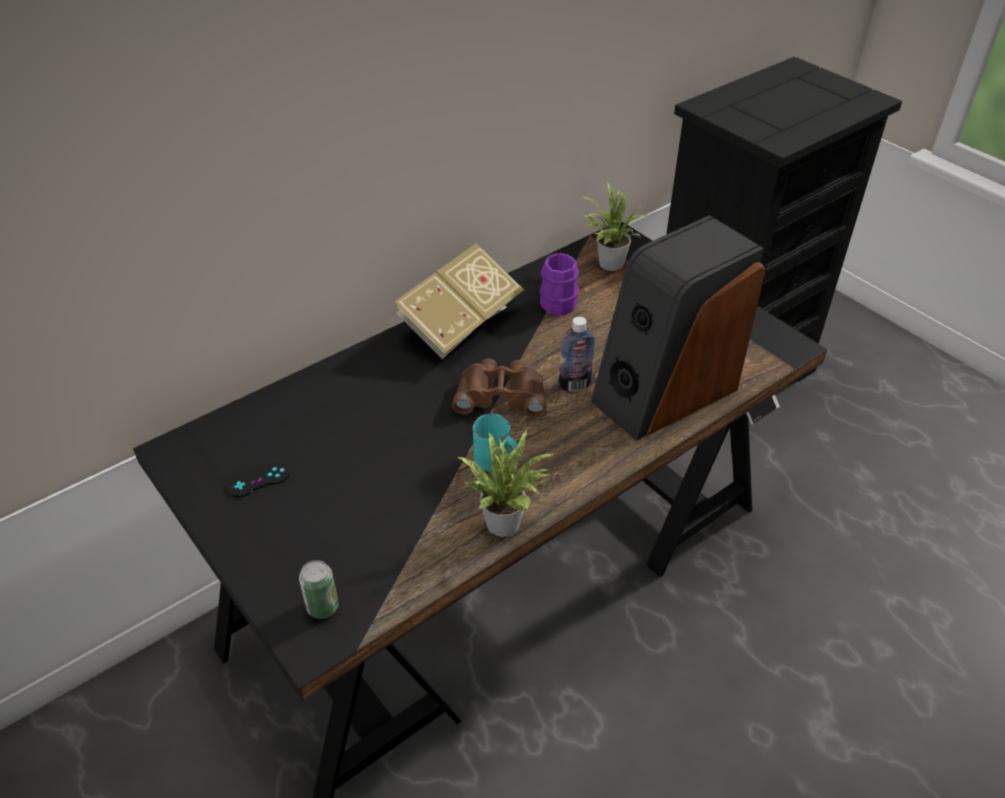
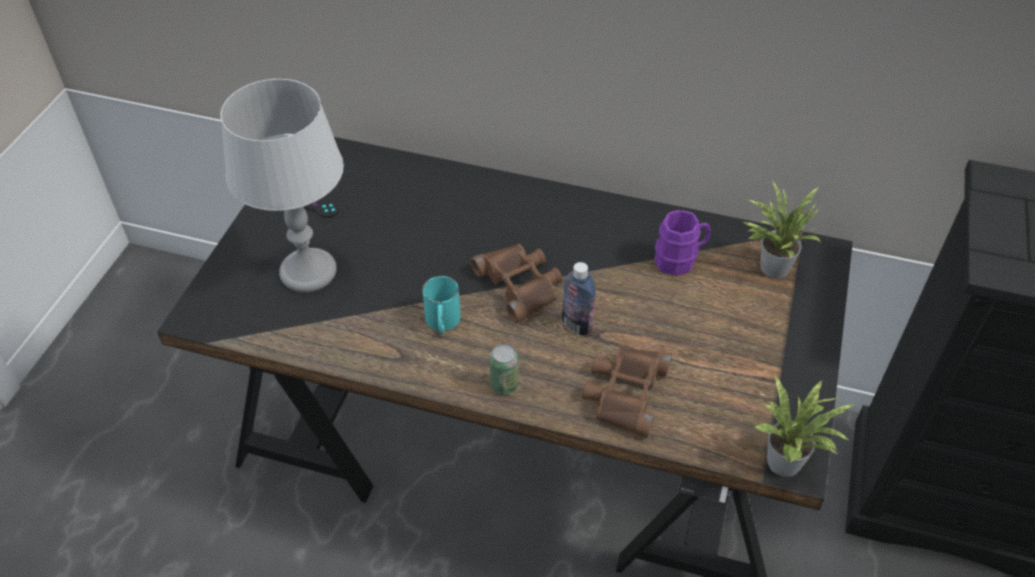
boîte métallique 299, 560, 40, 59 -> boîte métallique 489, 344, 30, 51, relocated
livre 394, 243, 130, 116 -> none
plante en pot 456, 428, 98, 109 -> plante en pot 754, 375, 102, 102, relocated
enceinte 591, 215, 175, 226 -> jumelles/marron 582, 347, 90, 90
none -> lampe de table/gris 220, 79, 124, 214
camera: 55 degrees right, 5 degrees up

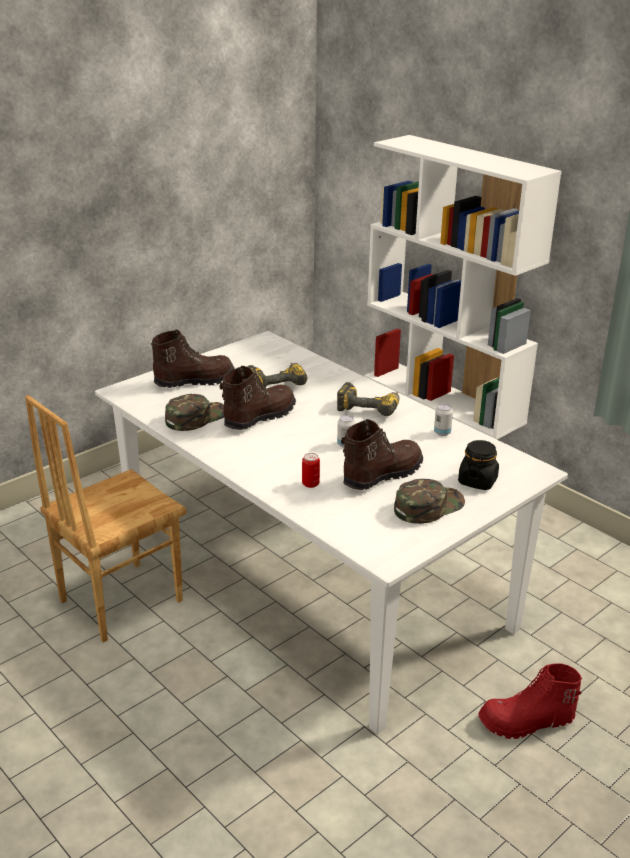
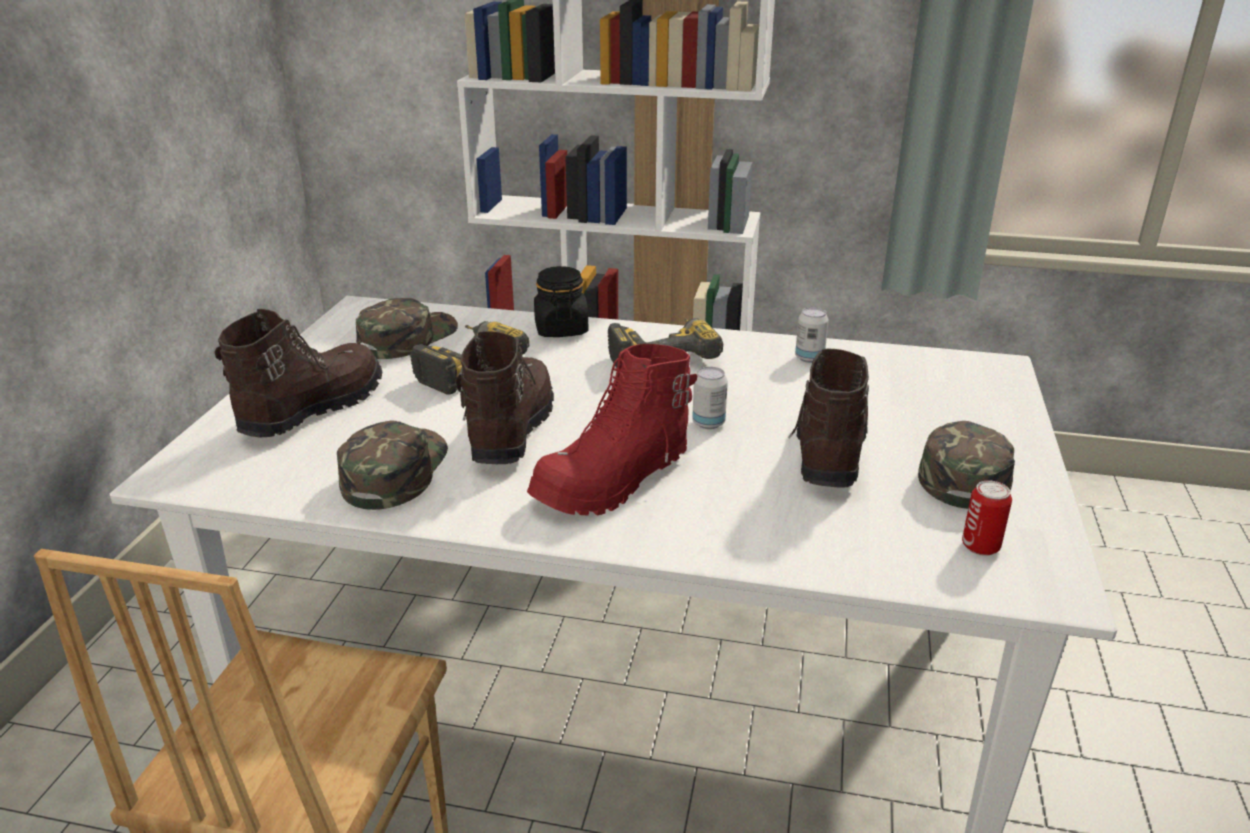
boîte métallique 302, 453, 18, 35 -> boîte métallique 962, 480, 50, 76, relocated
bocal/noir 458, 440, 41, 50 -> bocal/noir 534, 266, 55, 71, relocated
botte/rouge 479, 664, 103, 75 -> botte/rouge 527, 344, 171, 172, relocated
none -> casquette/vert 356, 298, 102, 61
camera: 35 degrees left, 0 degrees up

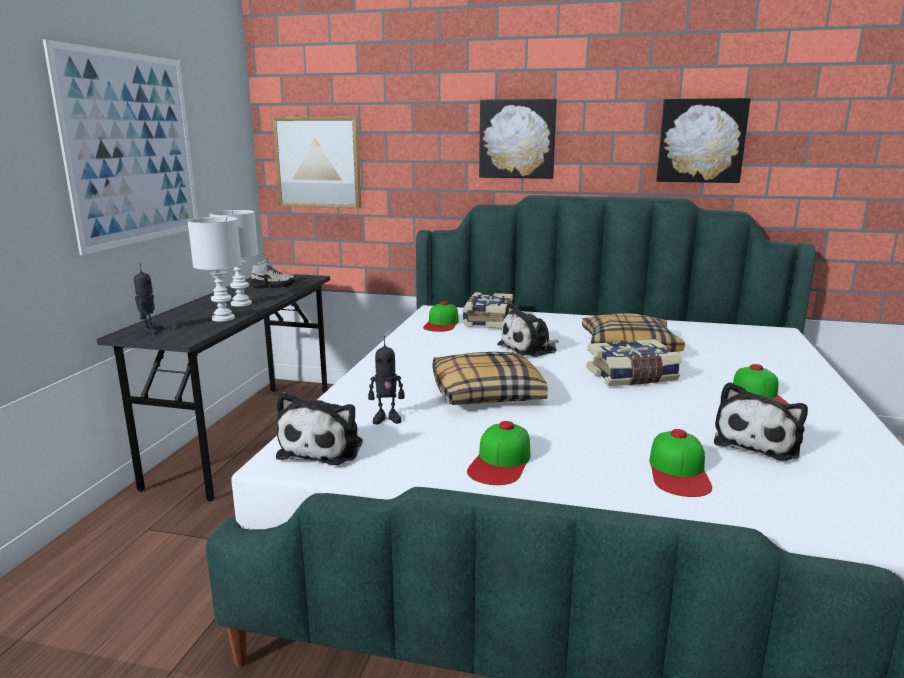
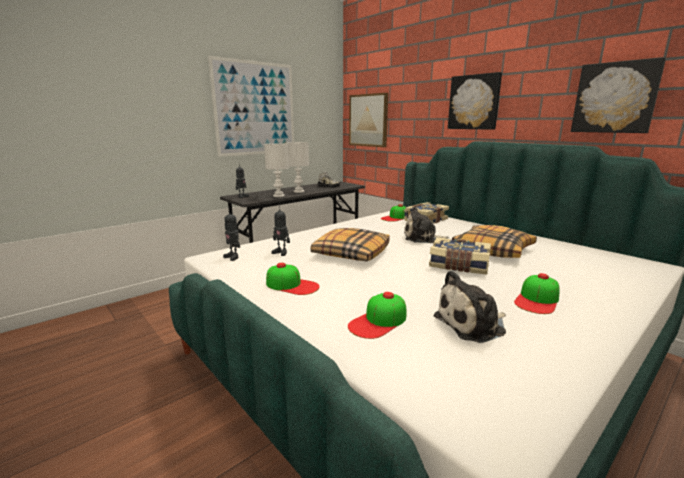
peluche 276, 392, 87, 73 -> robot jouet 223, 207, 17, 54
casquette 467, 421, 63, 64 -> casquette 266, 263, 54, 32, 120 degrees counterclockwise
camera: 35 degrees right, 0 degrees up

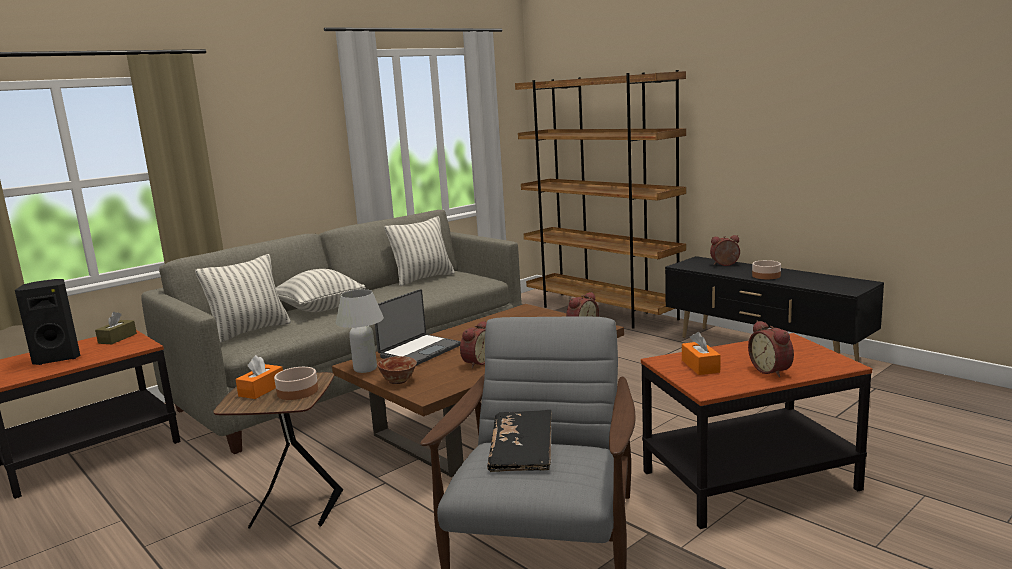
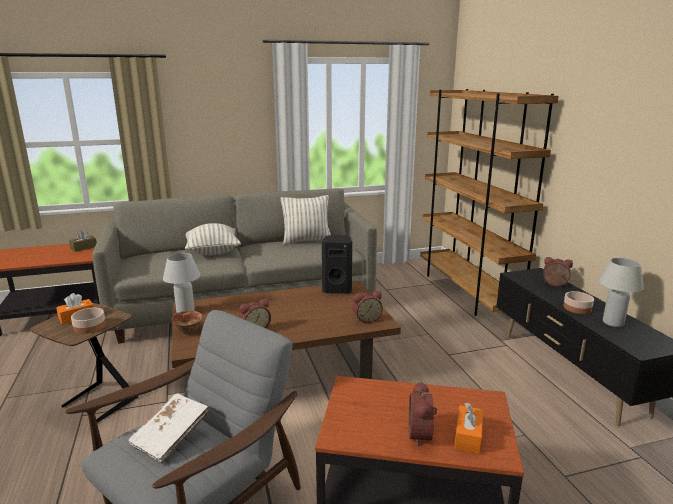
enceinte/noir 15, 279, 66, 86 -> enceinte/noir 322, 235, 30, 59, relocated
coussin 195, 254, 96, 89 -> none
ordinateur portable 375, 289, 86, 77 -> none
livre/noir 487, 410, 65, 62 -> livre/blanc 128, 393, 81, 70
boîte à mouchoirs/orange 682, 332, 39, 43 -> boîte à mouchoirs/orange 455, 403, 28, 51, relocated
none -> lampe de table/blanc 599, 258, 45, 69
camera: 25 degrees right, 5 degrees up

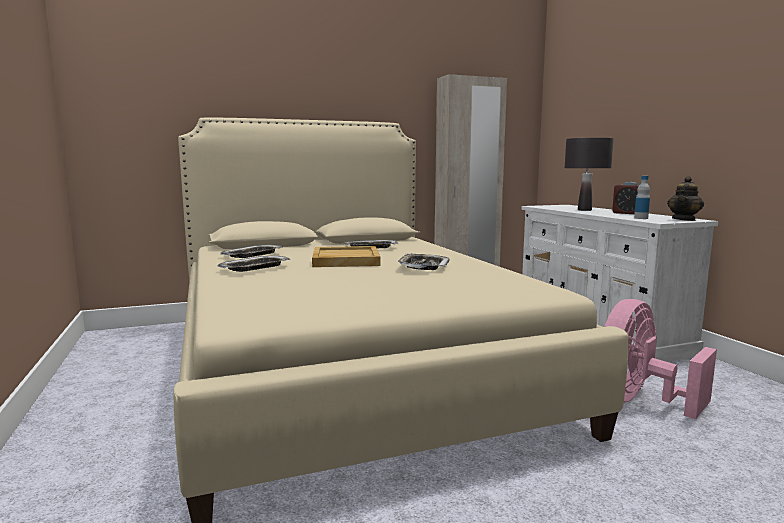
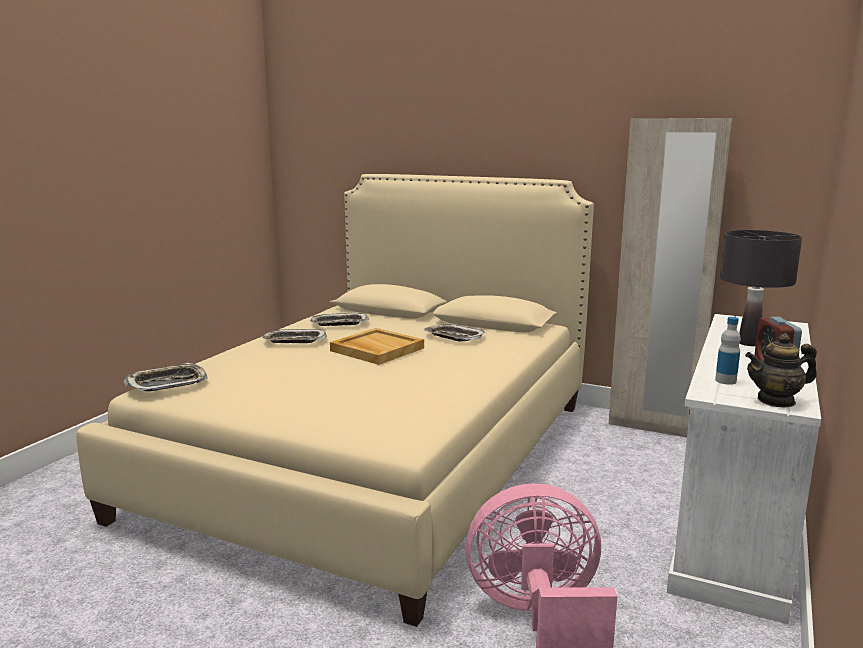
plateau 398, 254, 52, 16 -> plateau 123, 363, 85, 28, relocated
camera: 45 degrees right, 5 degrees up

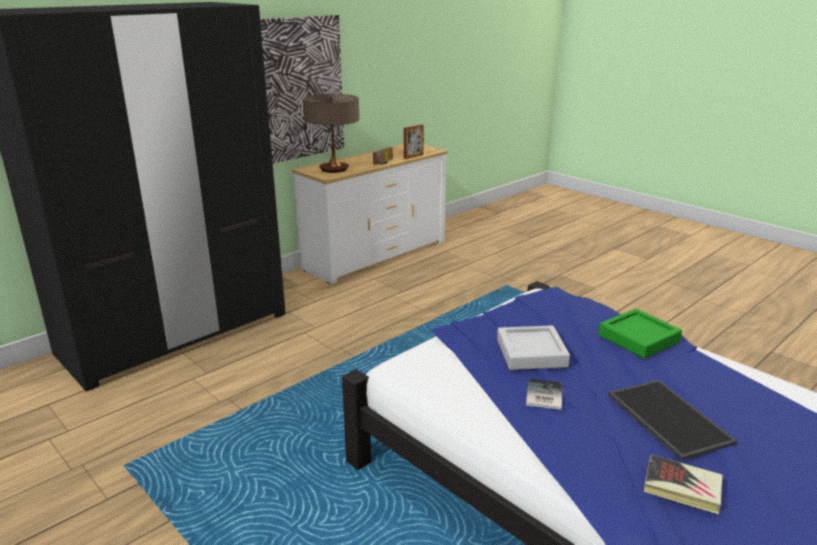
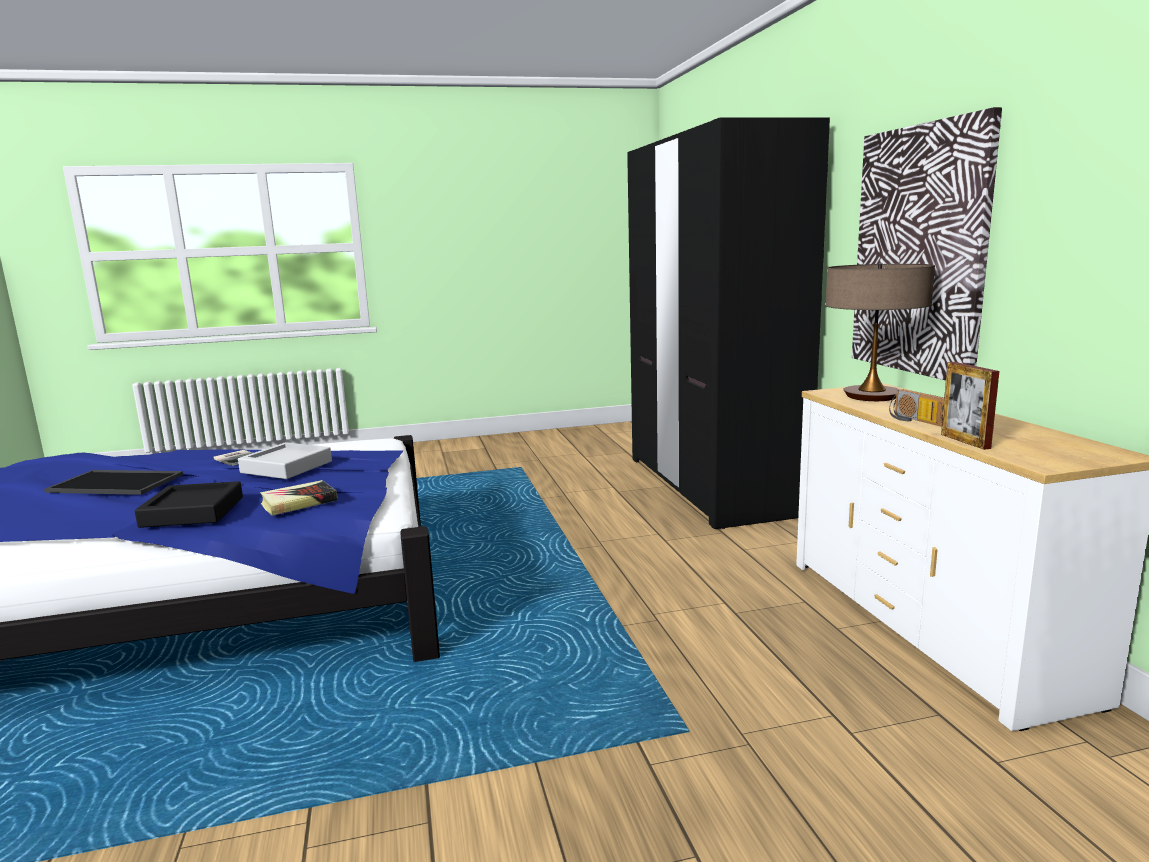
plateau/vert 598, 309, 84, 50 -> plateau/noir 135, 481, 108, 47
livre 644, 454, 79, 60 -> livre 260, 480, 78, 36, relocated
camera: 120 degrees right, 10 degrees down

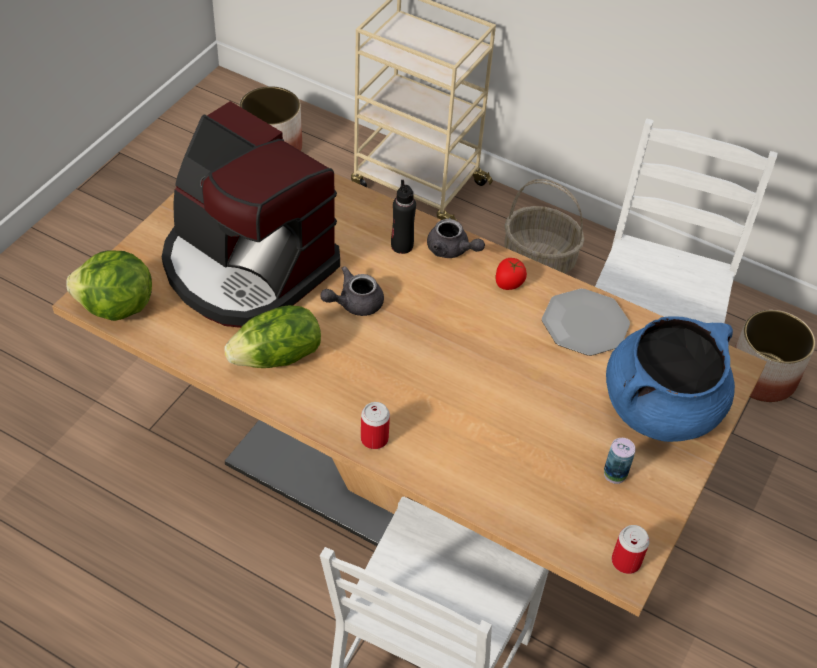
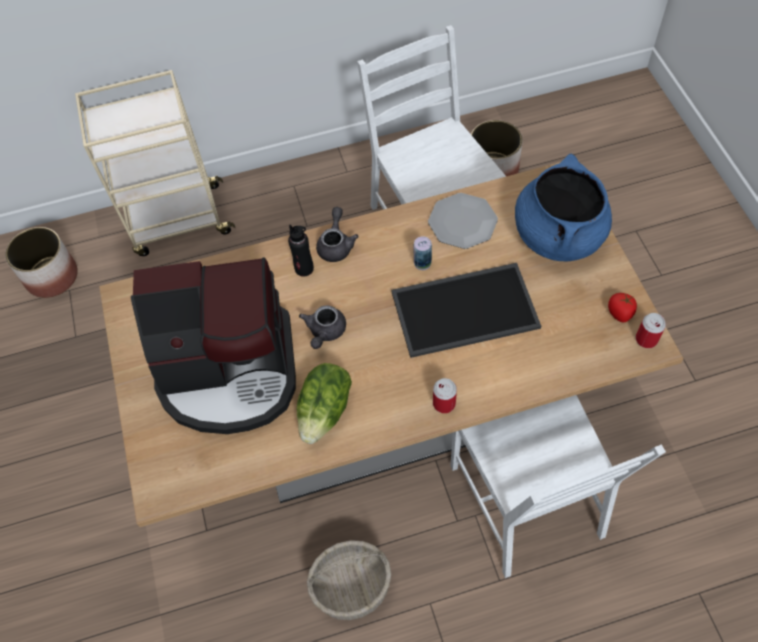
laitue 66, 251, 86, 70 -> none
théière/gris 427, 219, 58, 39 -> théière/gris 316, 207, 43, 55, 75 degrees counterclockwise
tomate 496, 258, 31, 32 -> tomate 608, 293, 29, 30, relocated
panier 504, 179, 81, 94 -> panier 307, 540, 84, 80, relocated
boîte métallique 604, 438, 32, 46 -> boîte métallique 414, 236, 18, 34, relocated
none -> plateau 391, 263, 150, 95
camera: 40 degrees left, 10 degrees up

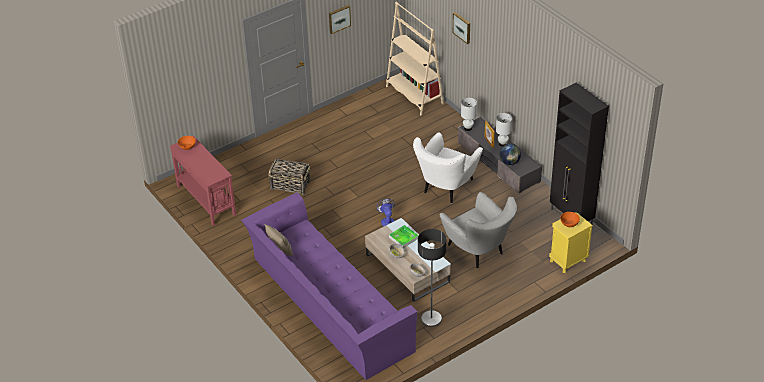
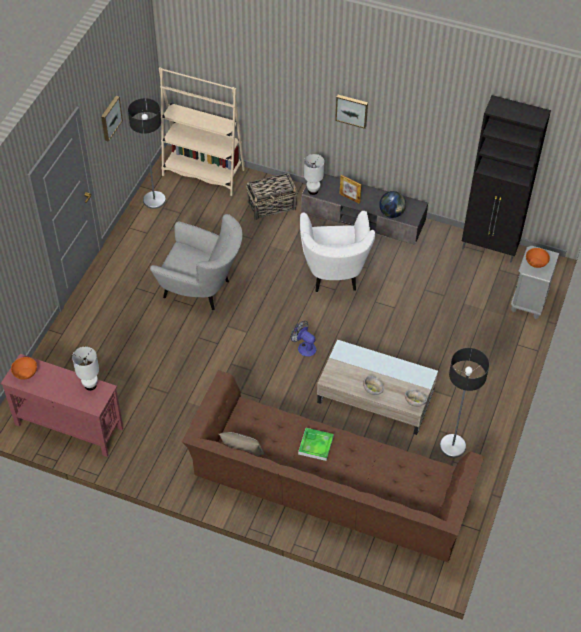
canapé/violet 241, 192, 176, 188 -> canapé/marron 182, 370, 302, 192
panier 268, 159, 42, 36 -> panier 246, 173, 52, 47, relocated
plateau 389, 225, 30, 23 -> plateau 298, 428, 36, 33, relocated
fauteuil/gris 439, 192, 78, 76 -> fauteuil/gris 150, 214, 92, 96, relocated
tableau 453, 12, 17, 32 -> tableau 335, 95, 33, 34, relocated
lampe de table/blanc 496, 113, 16, 34 -> lampe de table/blanc 72, 347, 27, 44, relocated
table de chevet/jaune 549, 212, 44, 61 -> table de chevet/gris 511, 246, 48, 73
none -> lampadaire 128, 98, 38, 111
camera: 35 degrees left, 10 degrees up

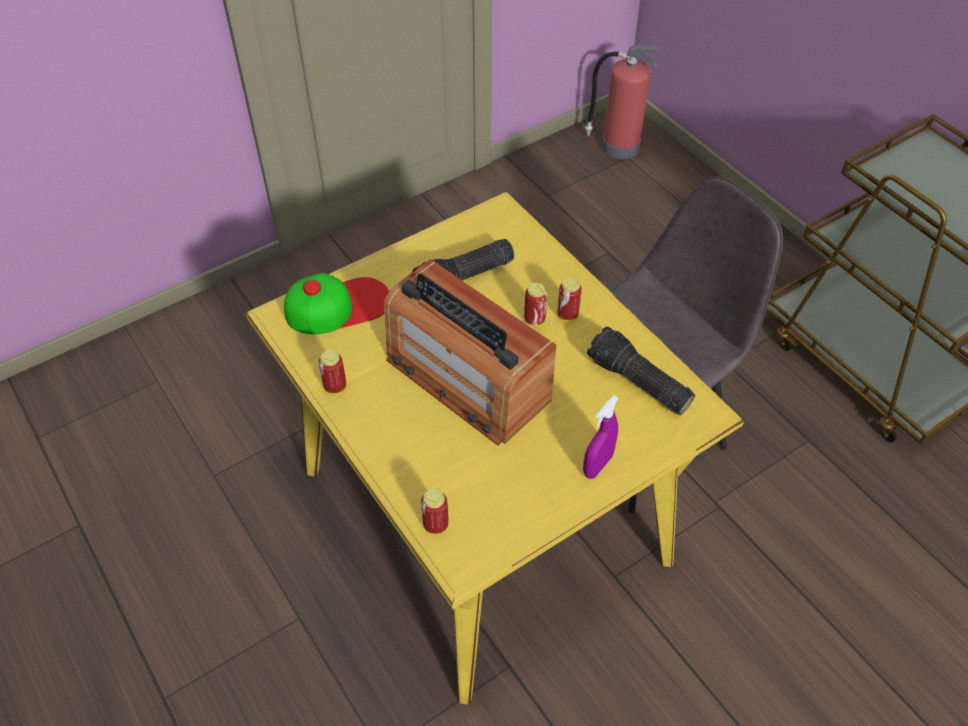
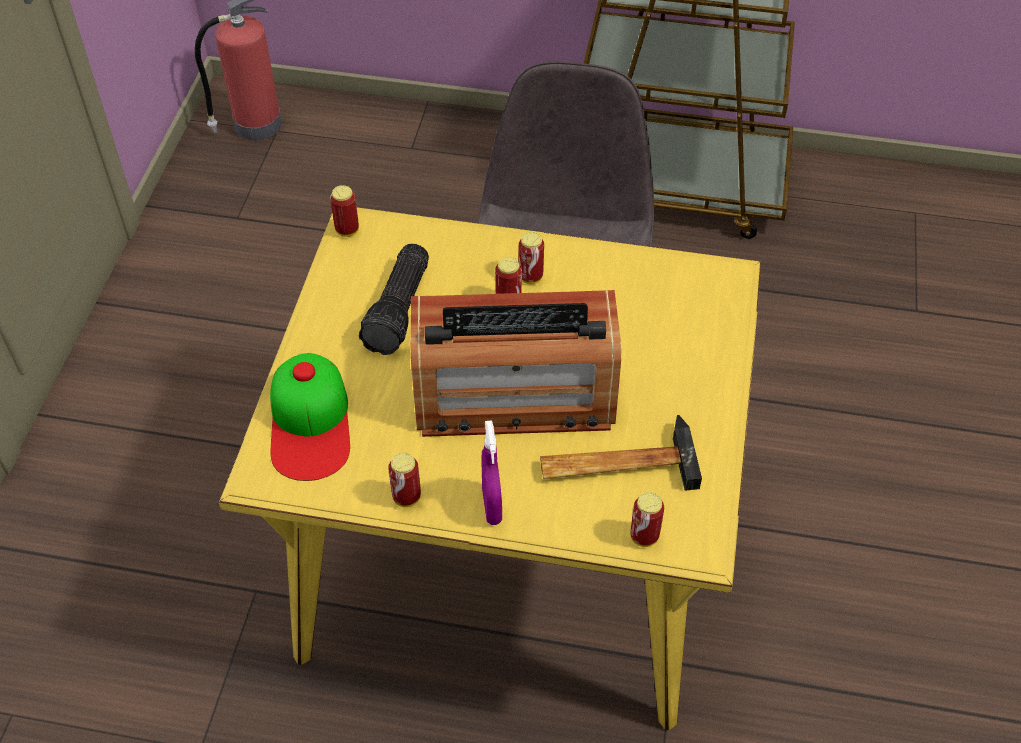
casquette 284, 273, 105, 61 -> casquette 270, 353, 80, 128, 150 degrees clockwise
vaporisateur/violet 583, 395, 35, 84 -> vaporisateur/violet 481, 420, 21, 105, relocated
lampe de poche 587, 326, 108, 89 -> none
none -> boîte métallique 330, 185, 29, 52
none -> marteau 540, 415, 162, 76
camera: 45 degrees left, 0 degrees up

